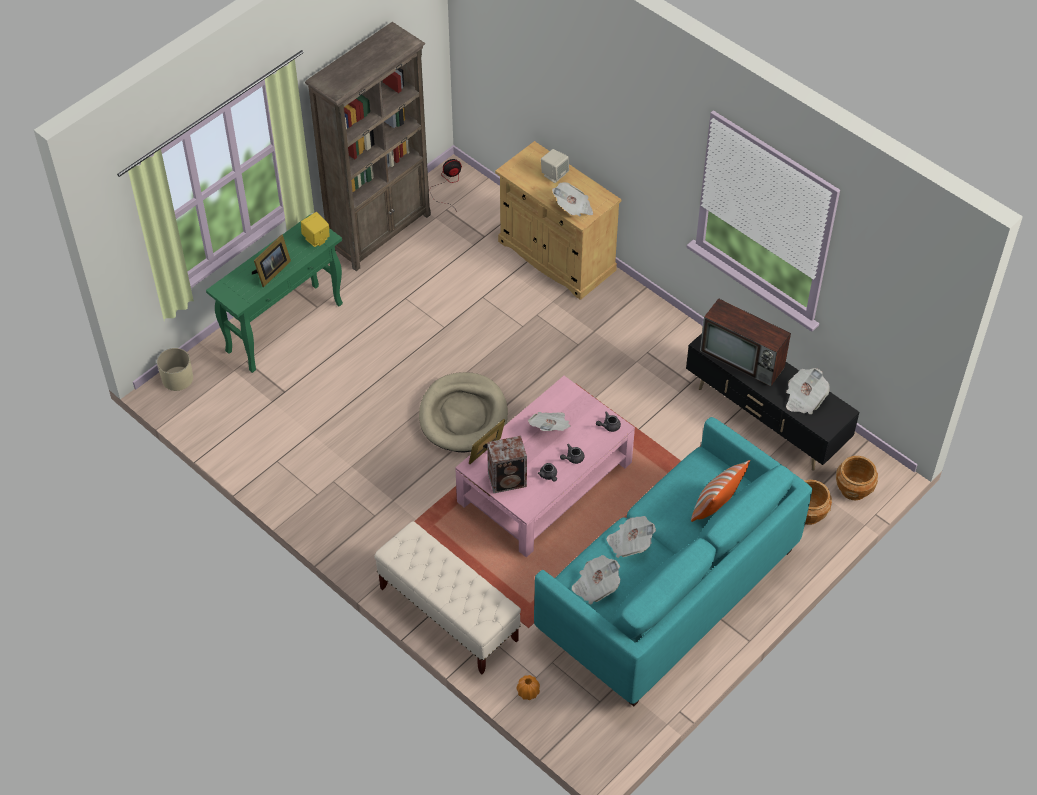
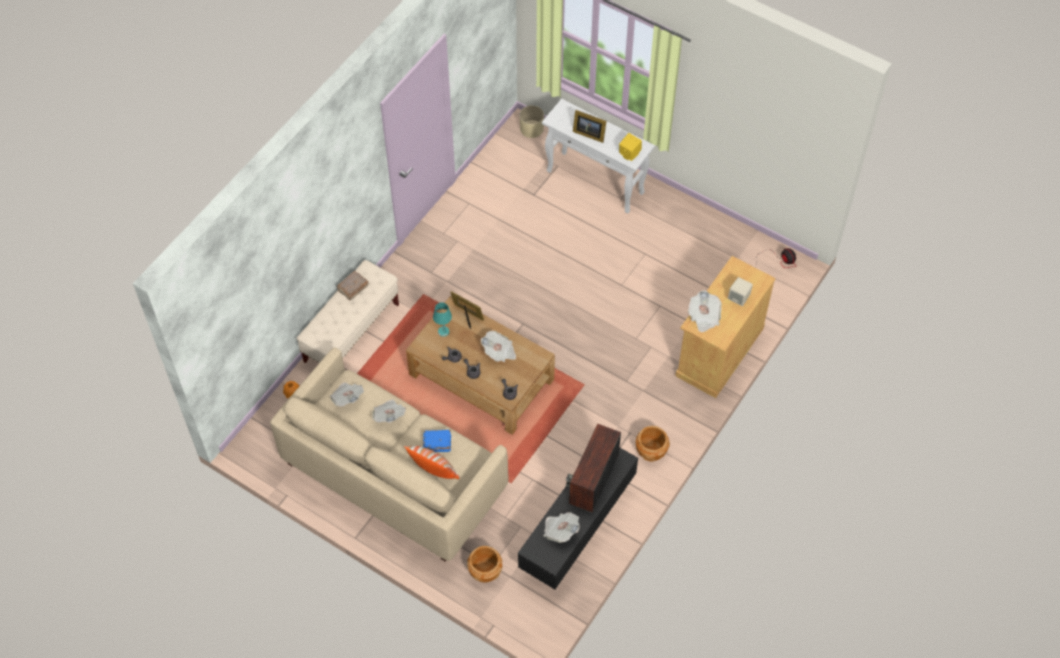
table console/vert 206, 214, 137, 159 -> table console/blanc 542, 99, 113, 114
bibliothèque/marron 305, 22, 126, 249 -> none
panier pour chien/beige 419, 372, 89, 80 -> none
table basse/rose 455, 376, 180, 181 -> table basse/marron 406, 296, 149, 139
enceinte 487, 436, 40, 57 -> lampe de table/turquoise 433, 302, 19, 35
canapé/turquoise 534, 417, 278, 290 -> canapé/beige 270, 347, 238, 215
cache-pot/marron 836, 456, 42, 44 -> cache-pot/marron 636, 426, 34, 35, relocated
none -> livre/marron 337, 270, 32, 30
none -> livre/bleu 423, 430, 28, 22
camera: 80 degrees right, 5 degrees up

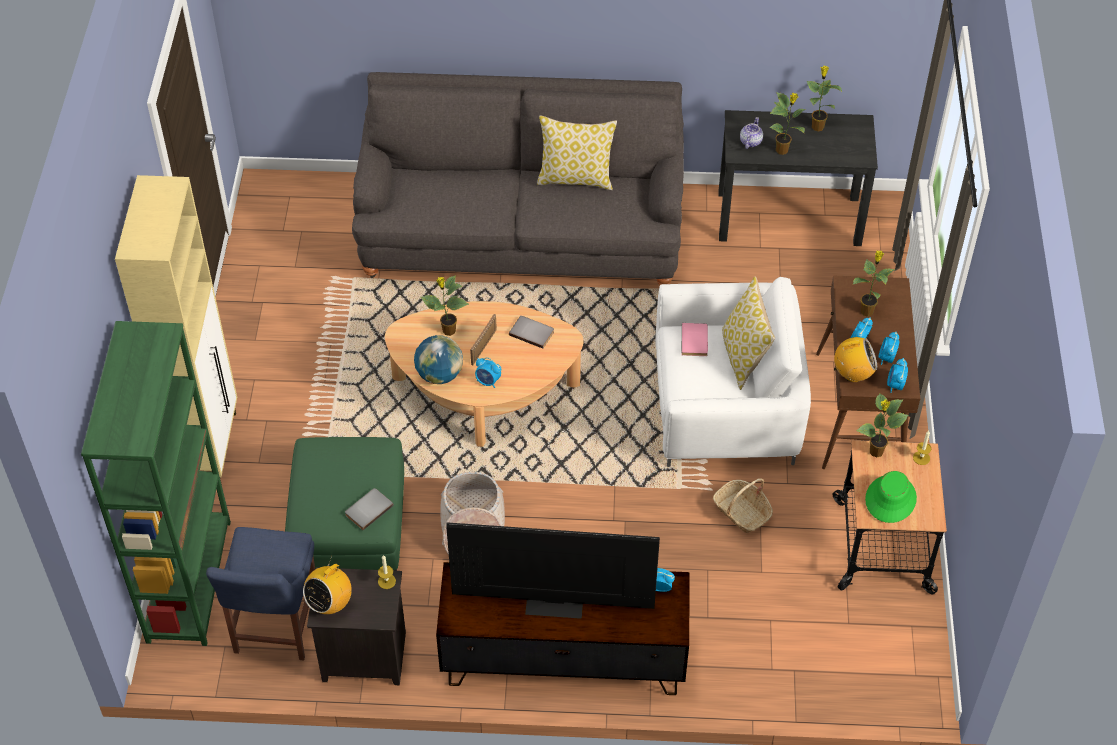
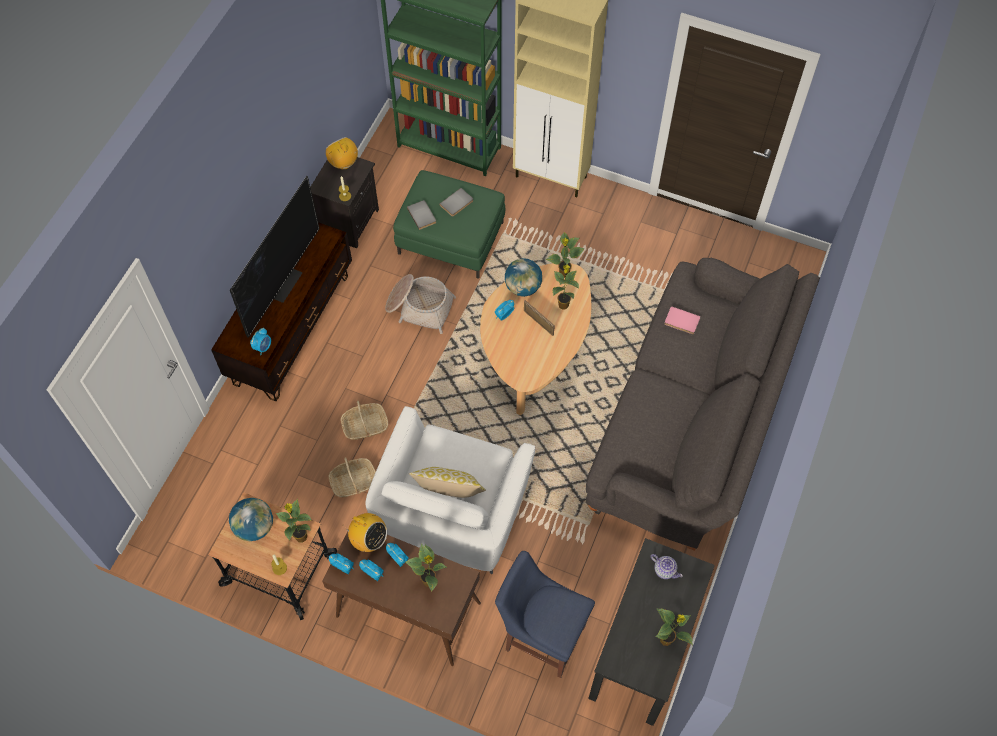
chaise/bleu 206, 527, 109, 134 -> chaise/bleu 495, 551, 100, 127, relocated
livre/gris 509, 316, 45, 33 -> livre/gris 439, 188, 34, 29, relocated
coussin 537, 115, 80, 75 -> none
livre/rose 682, 323, 26, 33 -> livre/rose 664, 306, 37, 28, relocated
plante en pot 769, 92, 37, 63 -> plante en pot 546, 232, 39, 46, relocated
radio 834, 337, 43, 45 -> radio 343, 513, 44, 39, 75 degrees counterclockwise
chapeau/vert 865, 471, 52, 52 -> globe 229, 498, 44, 43
none -> panier 341, 400, 47, 40
camera: 110 degrees right, 10 degrees up

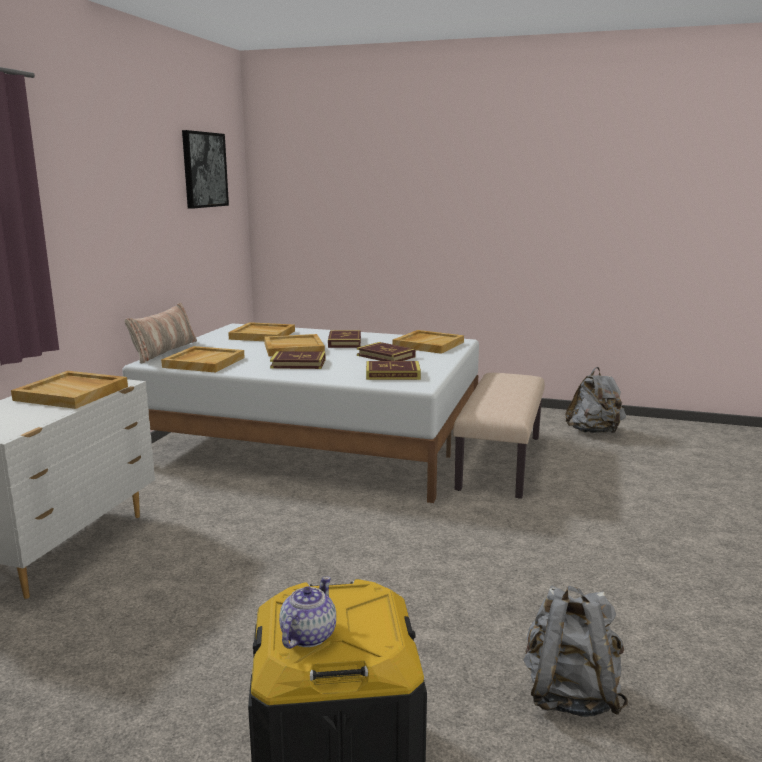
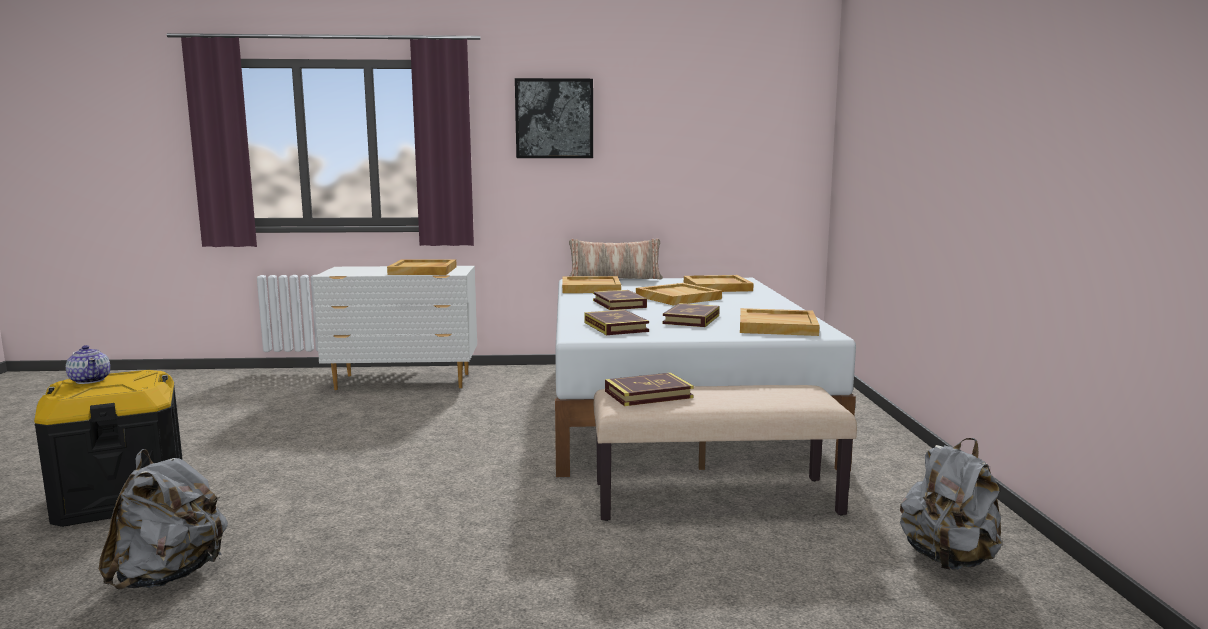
tableau 182, 130, 47, 79 -> tableau 515, 78, 78, 80, relocated
théière 279, 576, 57, 73 -> théière 66, 345, 44, 39, 45 degrees clockwise
livre 328, 330, 33, 18 -> livre 605, 373, 89, 33, relocated
camera: 70 degrees right, 5 degrees down

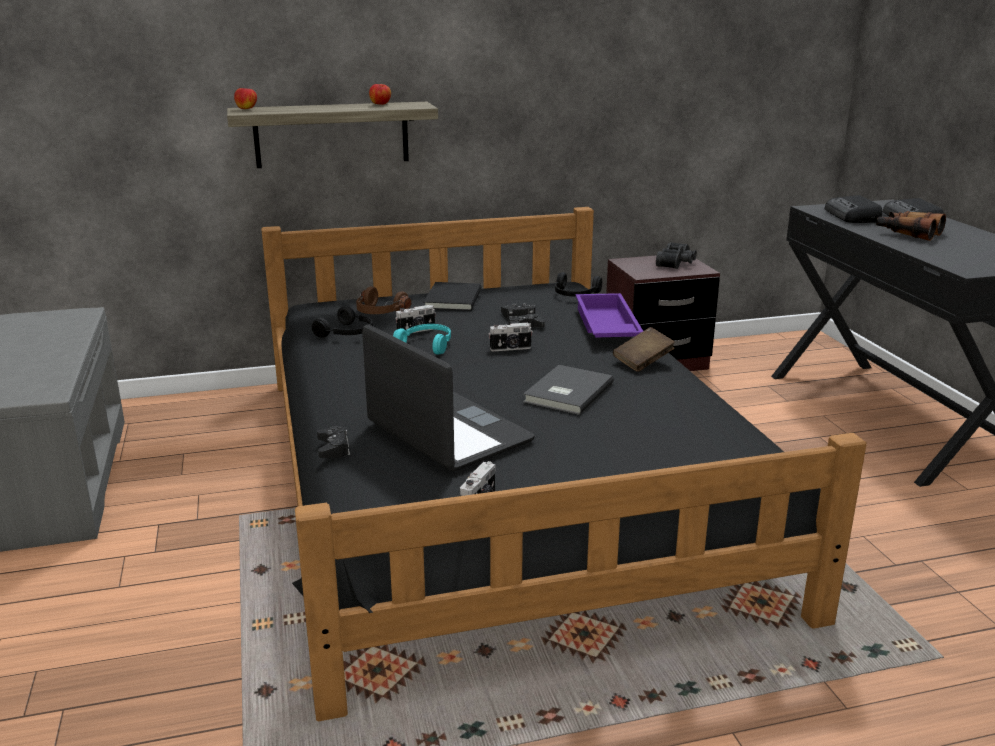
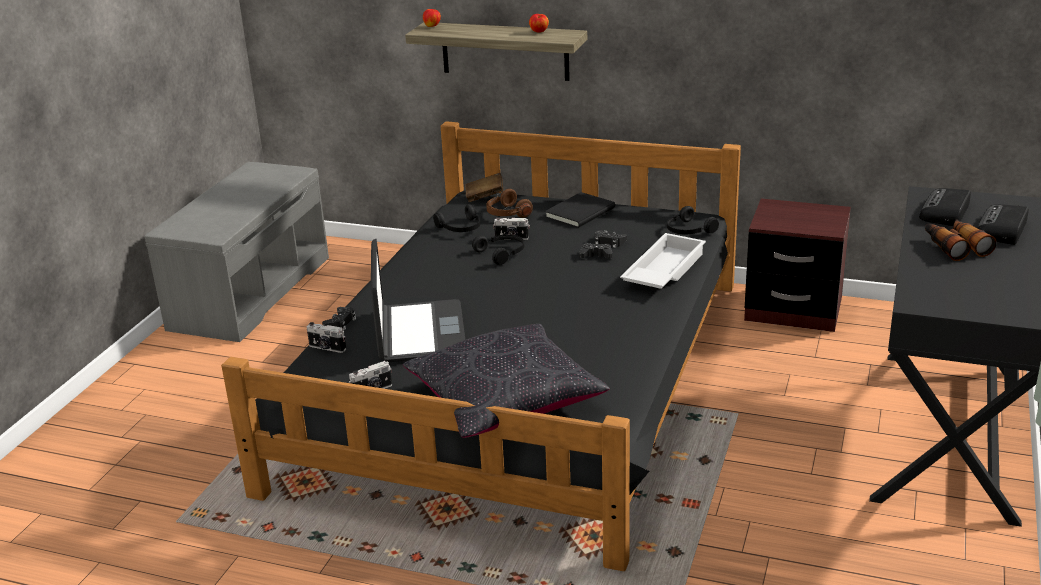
casque audio/turquoise 393, 324, 58, 31 -> casque audio/noir 472, 235, 52, 30
appareil photo 489, 323, 44, 28 -> appareil photo 307, 322, 39, 31, relocated
livre/gris 523, 365, 91, 50 -> none
plateau/violet 576, 293, 67, 45 -> plateau/blanc 620, 233, 86, 56
livre/marron 613, 327, 62, 45 -> livre/marron 465, 173, 38, 29, relocated
jumelles/noir 656, 242, 41, 27 -> none
none -> coussin/noir 403, 324, 207, 114
camera: 35 degrees right, 5 degrees up

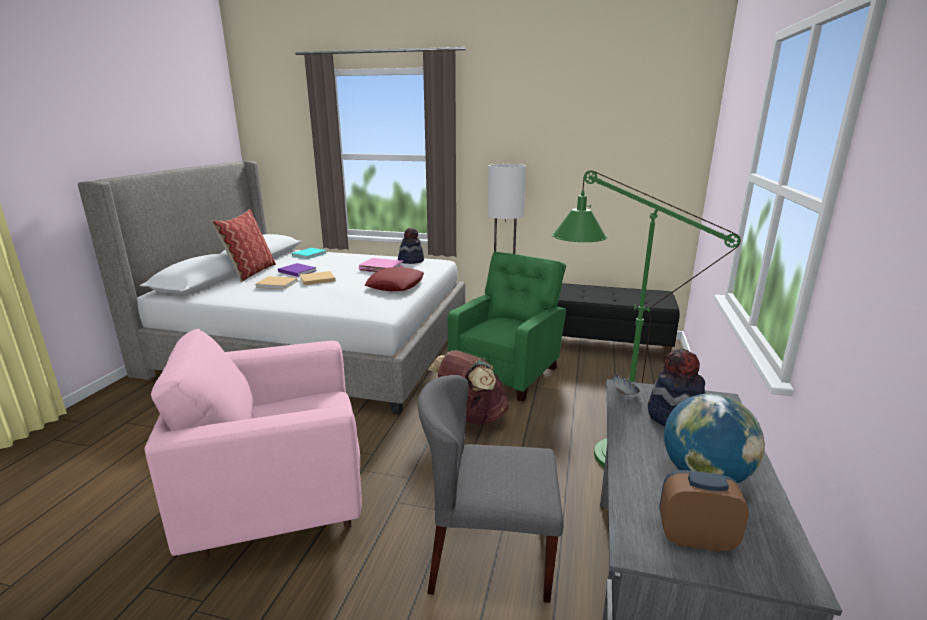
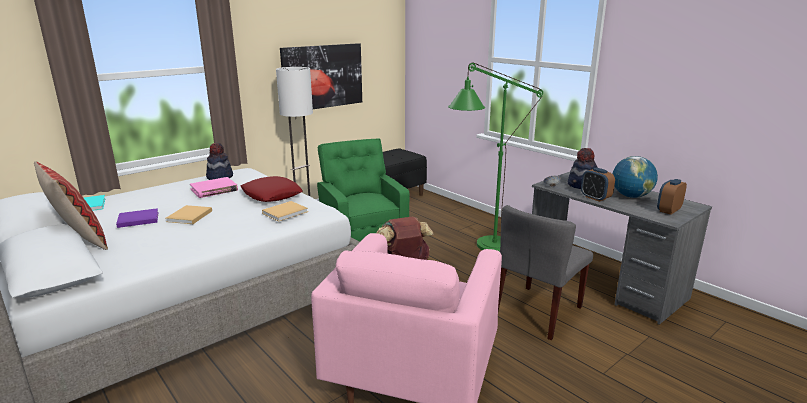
livre/beige 255, 276, 42, 13 -> livre/beige 262, 201, 46, 21, relocated
none -> tableau 280, 43, 82, 66
none -> réveil 581, 168, 34, 34
camera: 55 degrees left, 0 degrees up

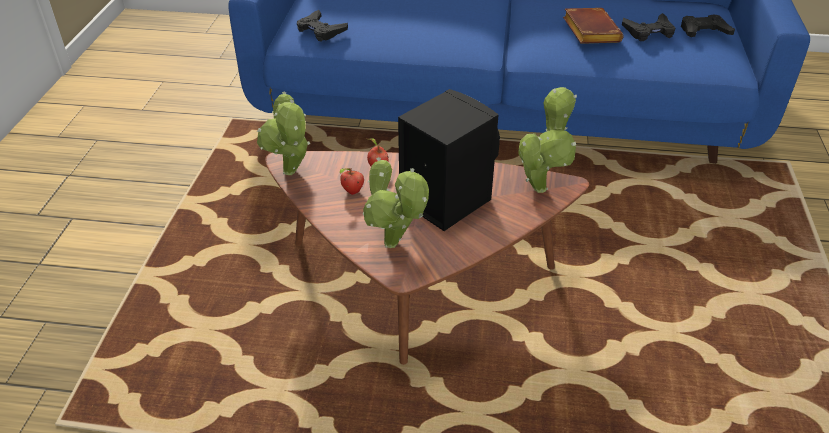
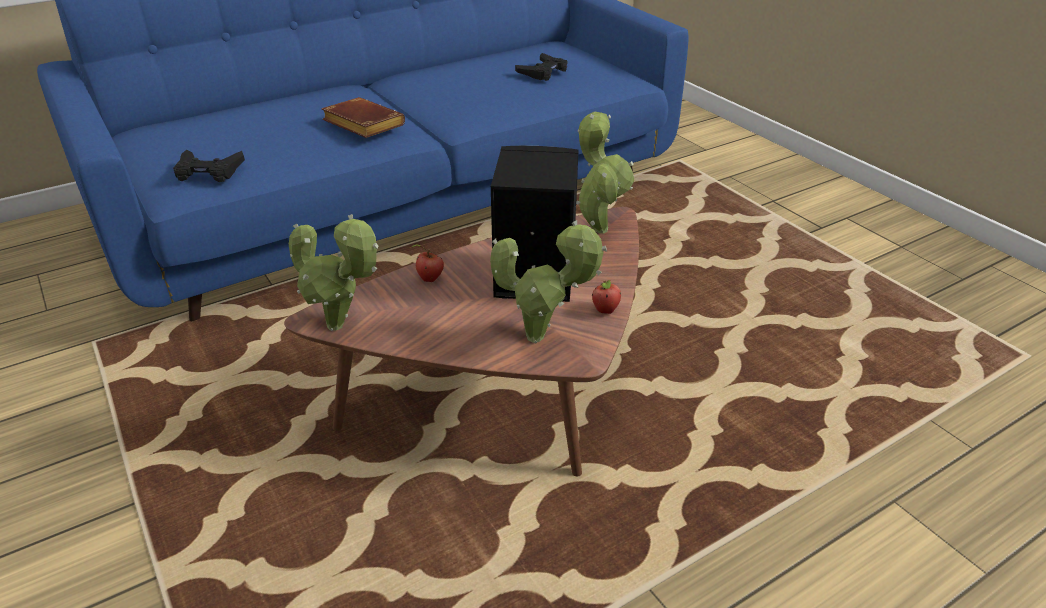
pomme 340, 168, 24, 27 -> pomme 592, 280, 29, 34, relocated
livre/marron 563, 8, 61, 36 -> livre/marron 322, 97, 83, 41, relocated
manette/noir 681, 14, 54, 23 -> none
camera: 40 degrees left, 5 degrees down

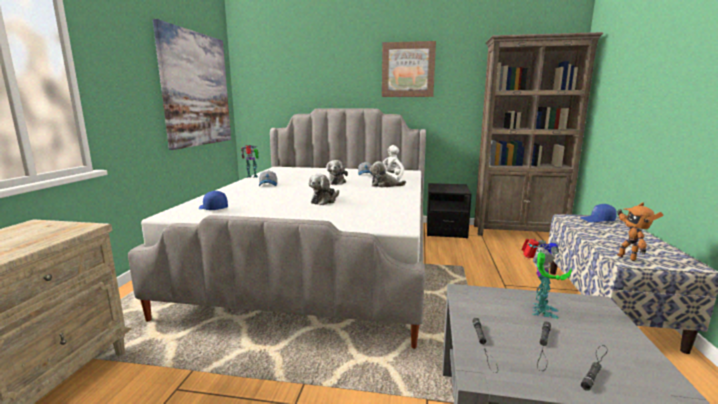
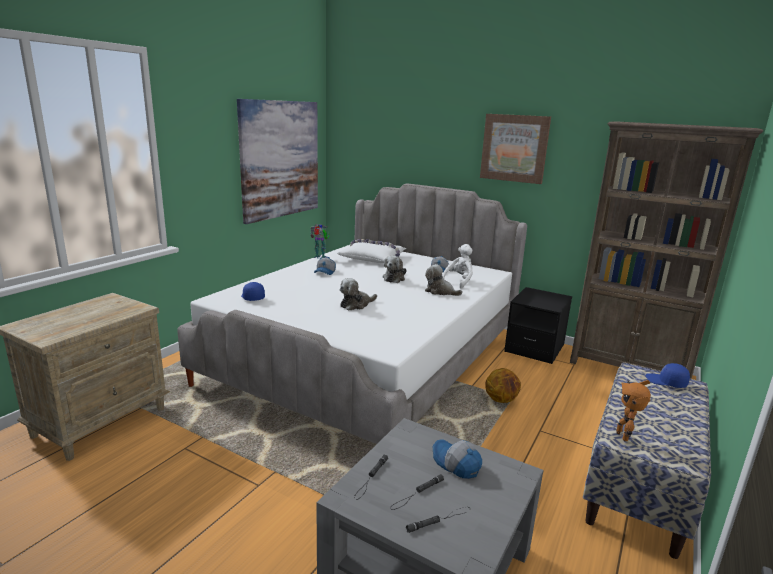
robot jouet 522, 238, 50, 81 -> casquette 433, 440, 49, 39
none -> coussin/blanc 337, 239, 69, 24
none -> ballon de basket 485, 368, 36, 35
camera: 20 degrees right, 5 degrees up

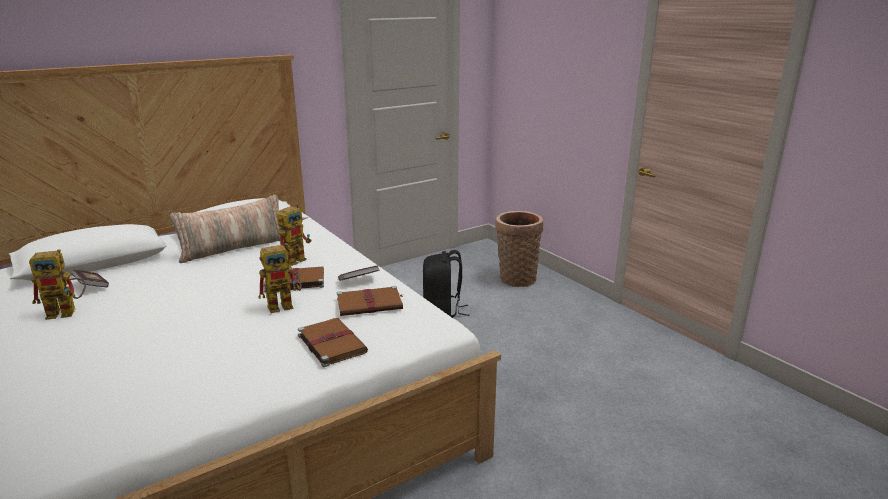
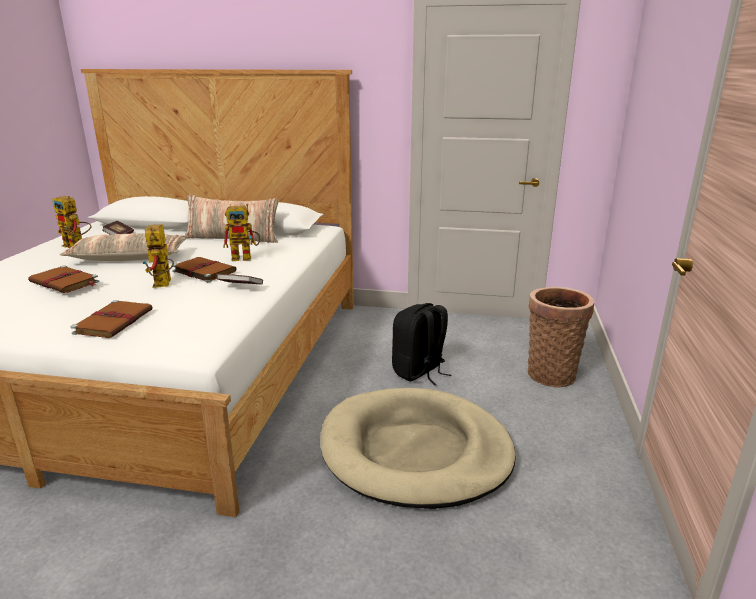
robot jouet 259, 243, 43, 70 -> robot jouet 142, 224, 32, 64, 60 degrees clockwise
livre/marron 337, 286, 67, 30 -> livre/marron 28, 265, 71, 28, relocated
none -> coussin 60, 234, 126, 27
none -> panier pour chien/beige 320, 388, 196, 121
camera: 45 degrees right, 0 degrees up

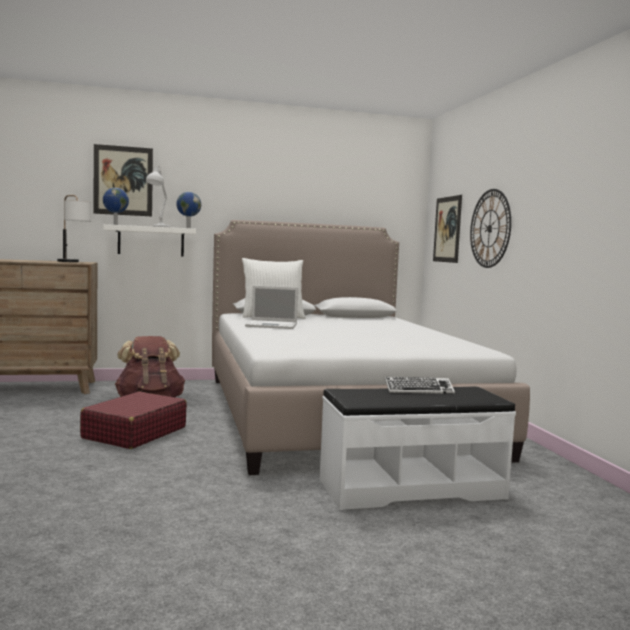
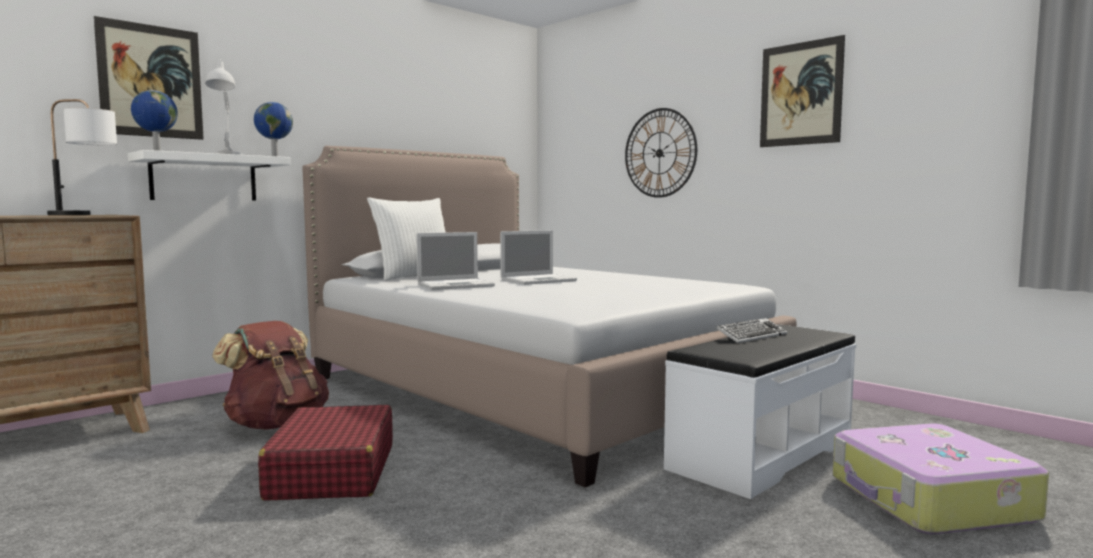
tableau 433, 195, 29, 68 -> tableau 760, 35, 85, 112, relocated
none -> ordinateur portable 500, 230, 77, 55
none -> valise 833, 423, 216, 111
camera: 30 degrees left, 0 degrees up

